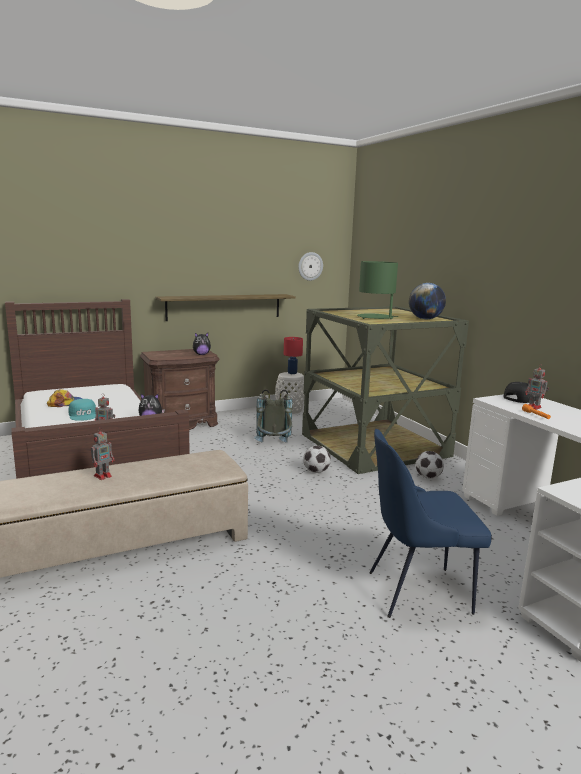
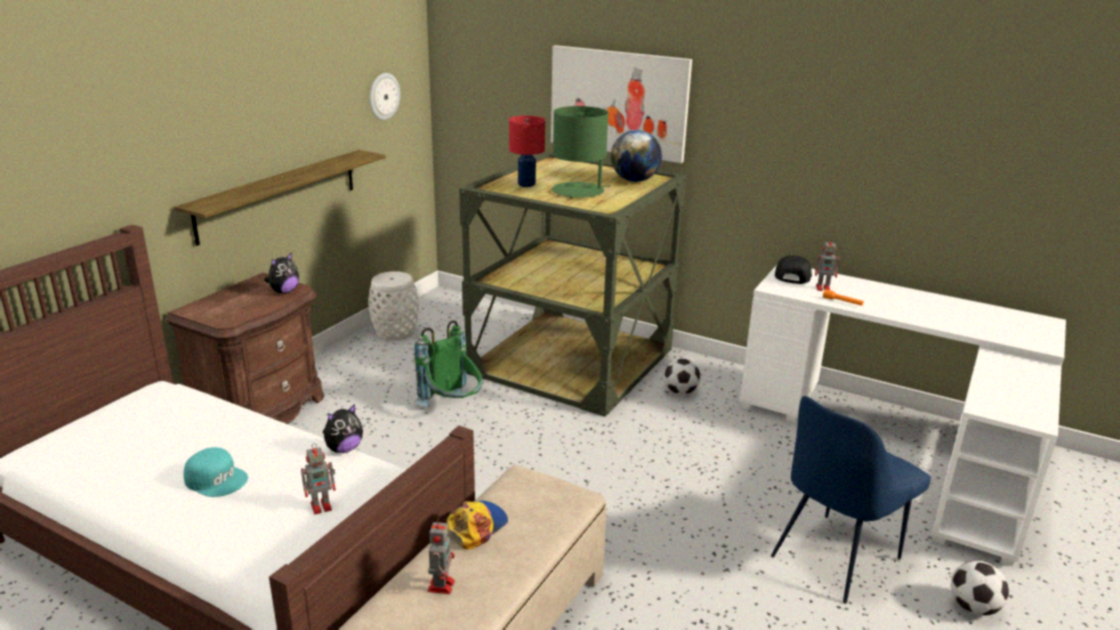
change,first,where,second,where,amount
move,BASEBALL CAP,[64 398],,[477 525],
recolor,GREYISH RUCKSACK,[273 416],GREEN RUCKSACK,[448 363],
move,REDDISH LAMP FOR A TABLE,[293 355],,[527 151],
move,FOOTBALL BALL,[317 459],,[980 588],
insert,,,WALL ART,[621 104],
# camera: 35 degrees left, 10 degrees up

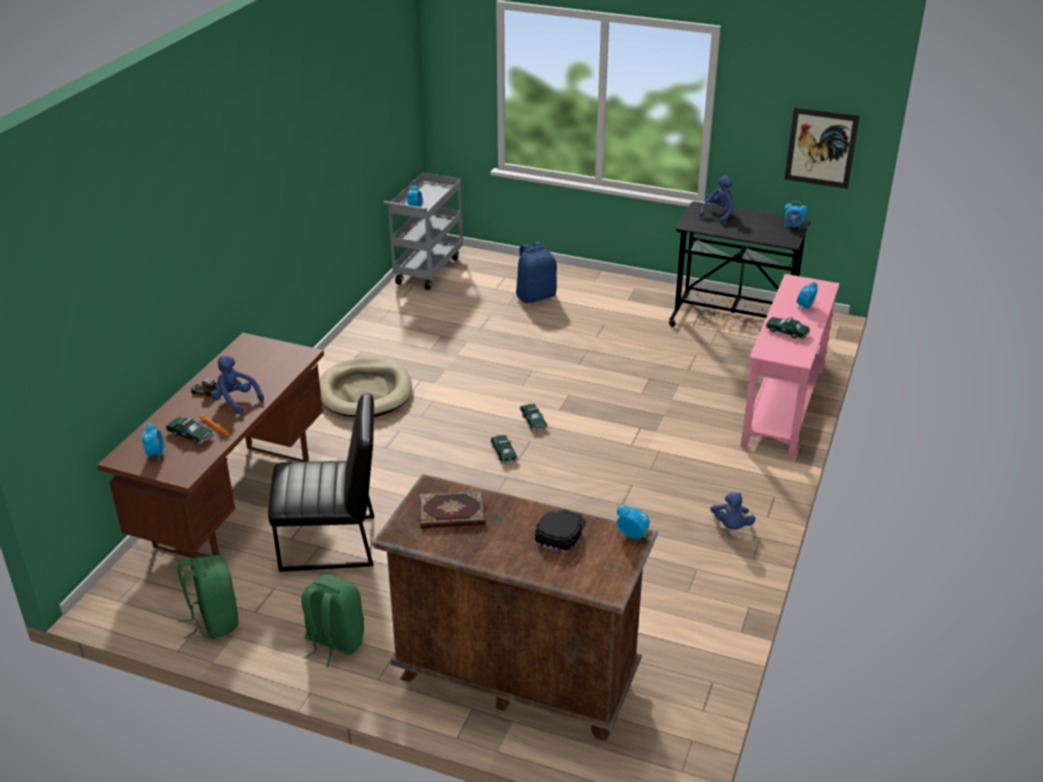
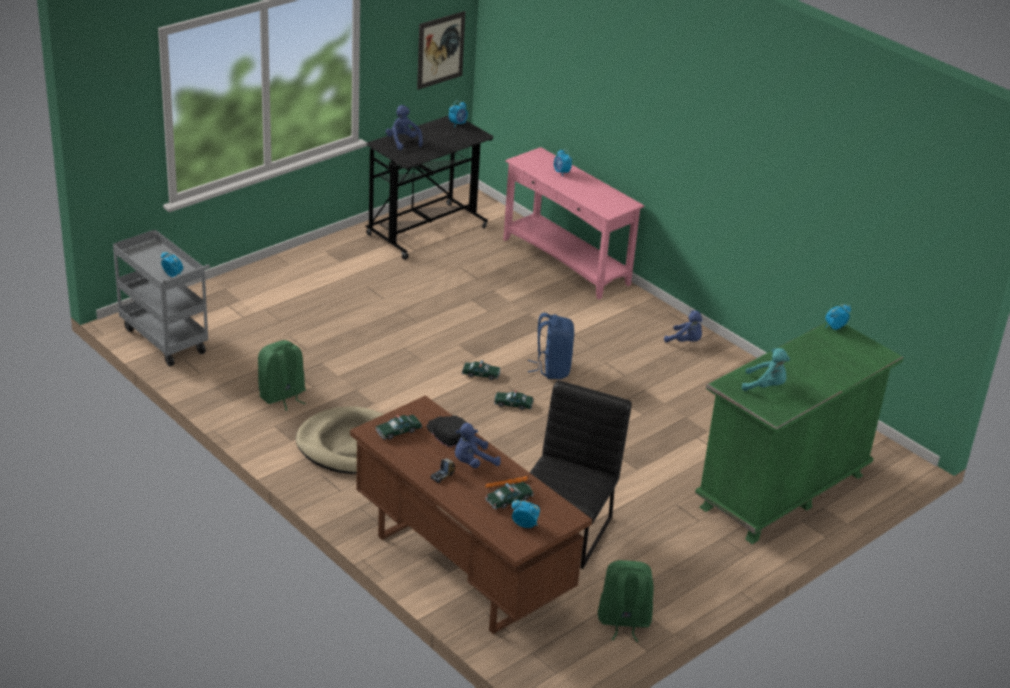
change,first,where,second,where,amount
move,GREEN RUCKSACK,[332 621],,[282 375],
recolor,BROWN DRAWER CHEST,[515 607],GREEN DRAWER CHEST,[799 433],
replace,BOUND BOOK,[452 509],TURQUOISE-COLOURED CUDDLY TOY,[766 369],
move,BLUE-COLOURED RUCKSACK,[536 272],,[551 346],
move,BLACK-COLOURED BASEBALL CAP,[560 530],,[446 431],
move,MODEL CAR,[787 328],,[398 427],
# camera: 65 degrees left, 0 degrees up

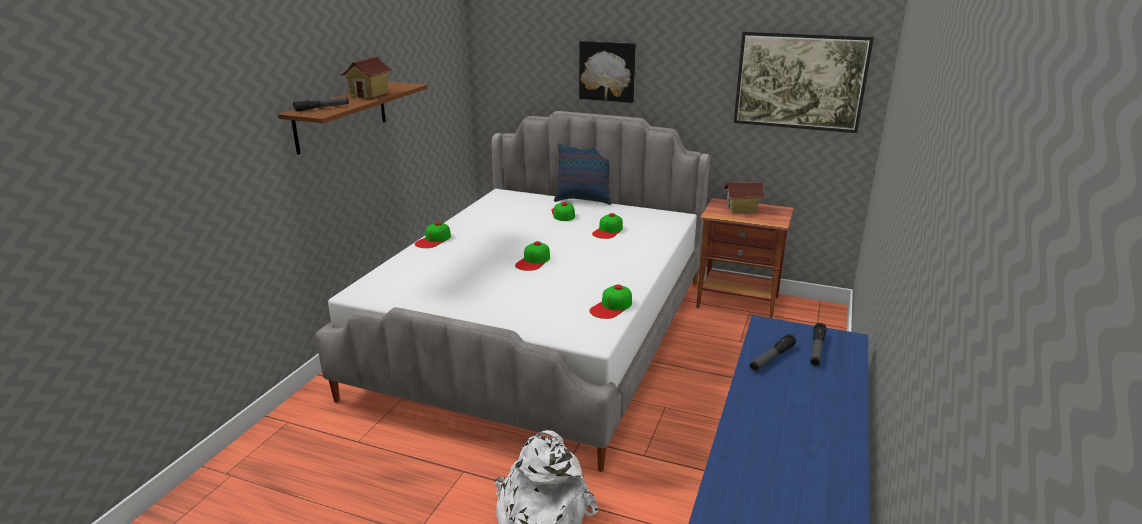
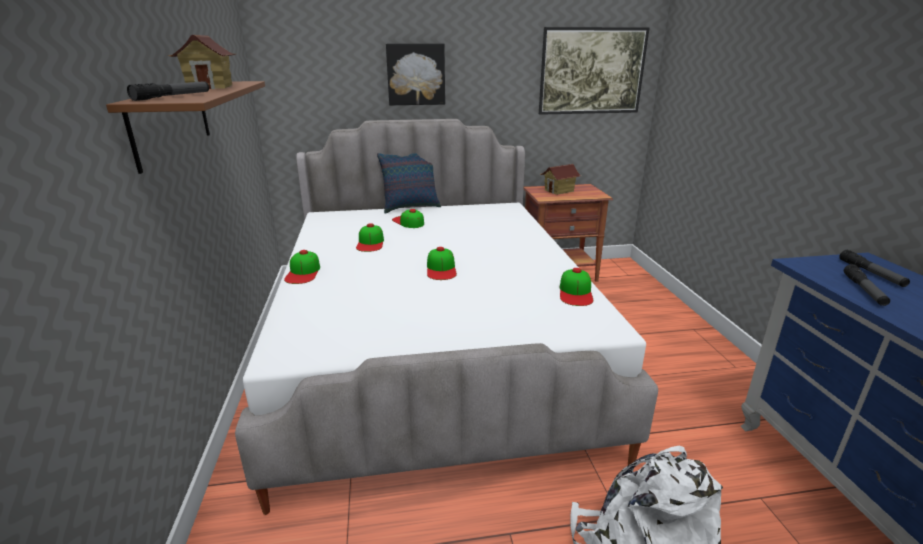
change,first,where,second,where,amount
move,BASEBALL CAP,[607 226],,[370 237],
# camera: 30 degrees left, 0 degrees up

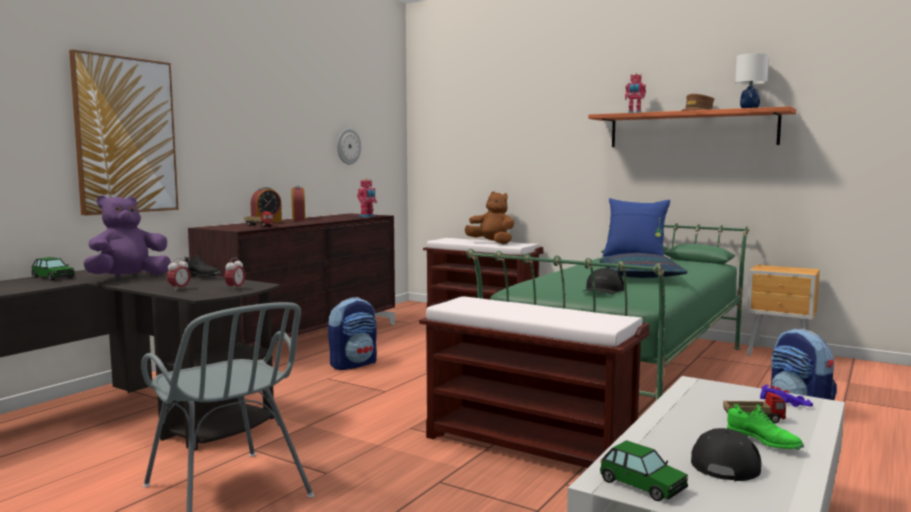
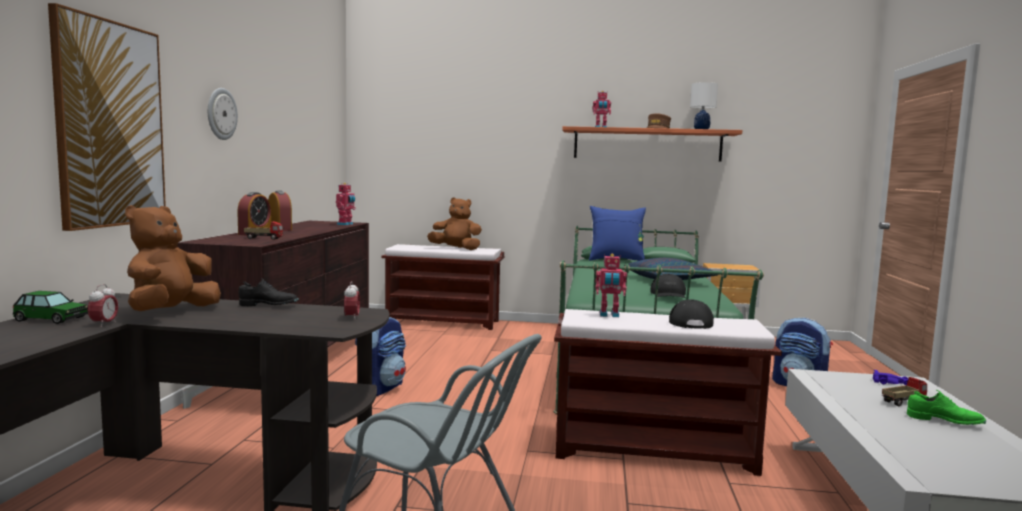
change,first,where,second,where,amount
recolor,PURPLE CUDDLY TOY,[127 235],BROWN CUDDLY TOY,[173 258],
move,ALARM CLOCK,[179 274],,[103 305],
move,WALL CLOCK,[349 146],,[223 114],
delete,MODEL CAR,[644 470],,,
move,BLACK-COLOURED BASEBALL CAP,[726 454],,[691 314],
insert,,,MODEL ROBOT,[611 285],
# camera: 25 degrees left, 0 degrees up

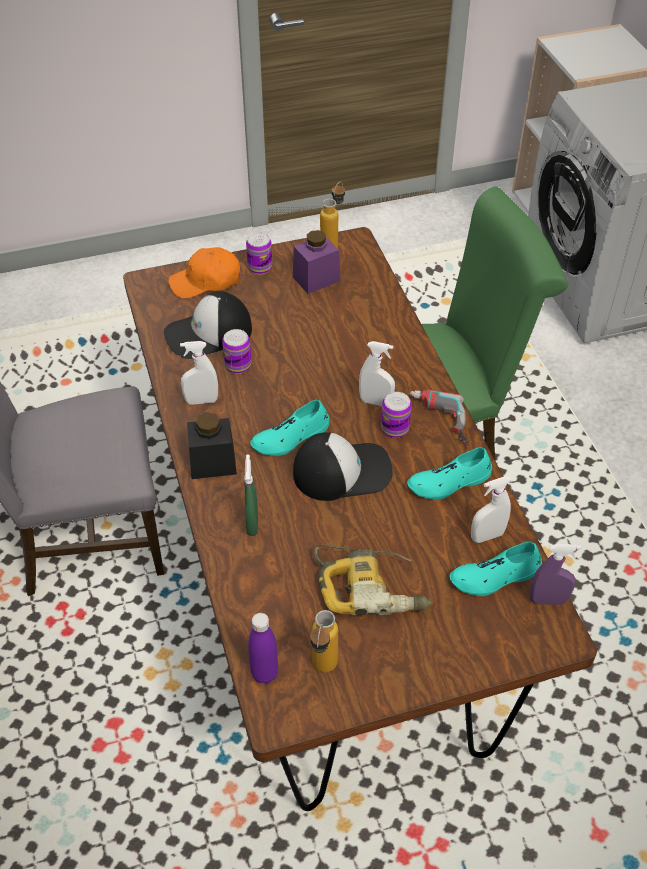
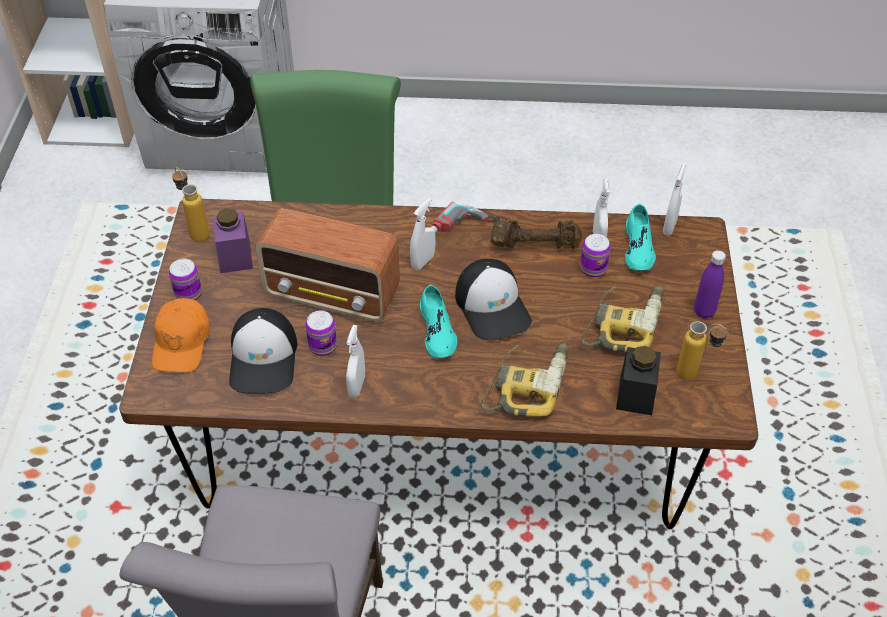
change,first,where,second,where,amount
move,BLACK-COLOURED JAR,[212 445],,[638 380],
replace,GREEN SPRAYER,[251 495],DRILL,[525 380],
move,PURPLE DRINK BOTTLE,[263 648],,[710 284],
rotate,BASEBALL CAP,[343 466],,[493 299],150 degrees clockwise
move,METAL CAN,[396 415],,[595 256],
replace,TURQUOISE-COLOURED ITEM OF FOOTWEAR,[449 474],BROWN DUMBBELL,[536 234],
recolor,PURPLE SPRAYER,[555 574],WHITE-COLOURED SPRAYER,[674 199],
insert,,,RADIO,[328 265],
# camera: 70 degrees left, 0 degrees up

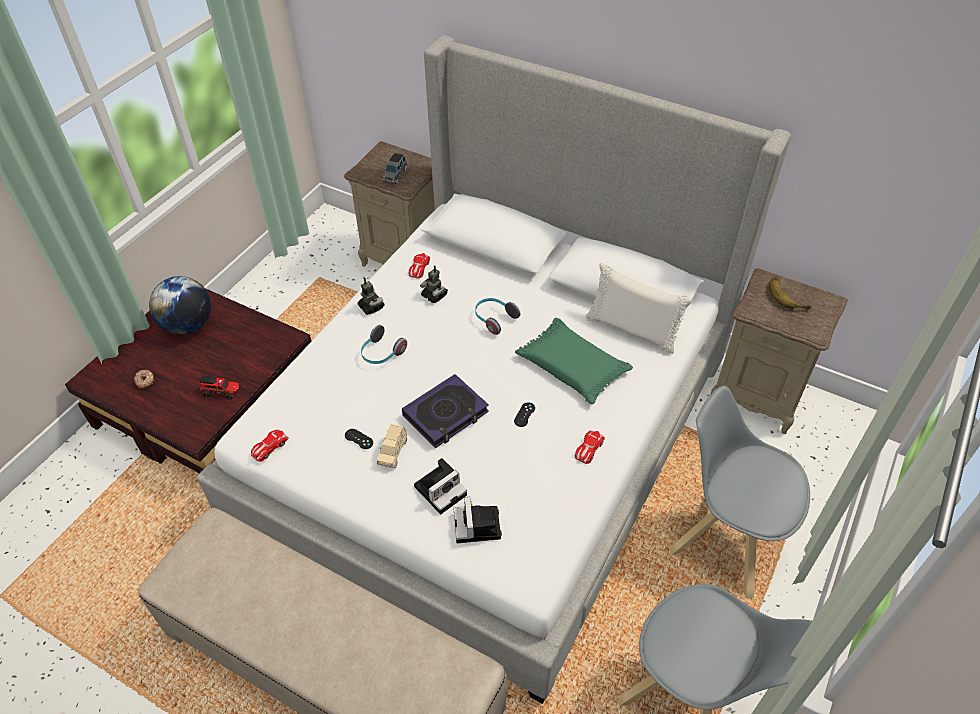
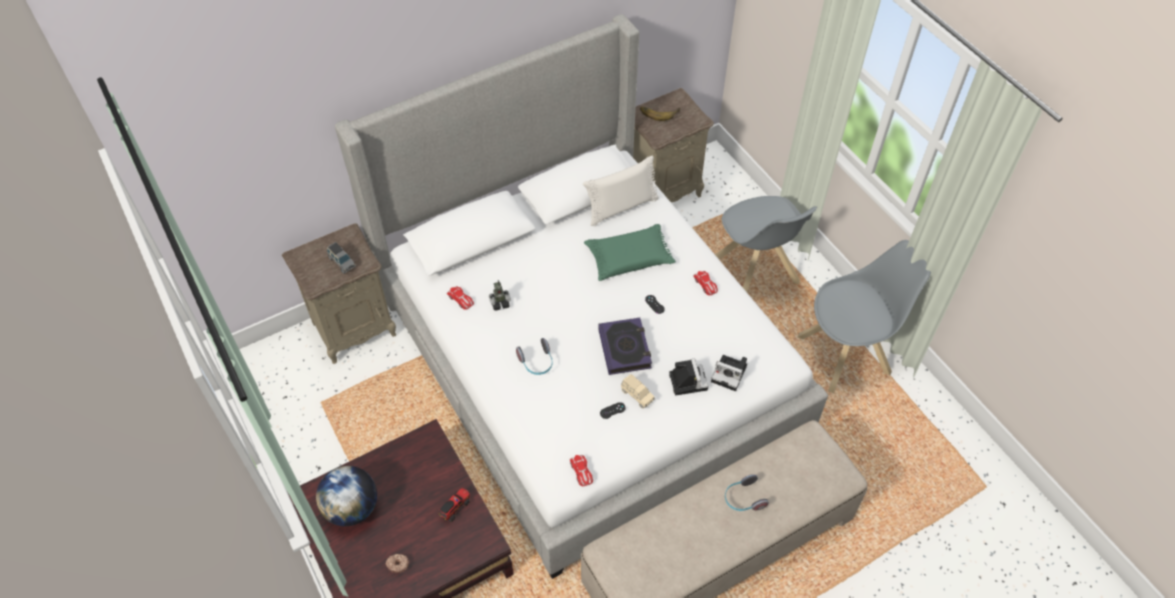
change,first,where,second,where,amount
delete,MODEL ROBOT,[371 296],,,
move,PAIR OF HEADPHONES,[497 316],,[747 492],
rotate,GREYISH UPRIGHT CHAIR,[739 492],,[766 244],90 degrees counterclockwise
# camera: 60 degrees left, 5 degrees up

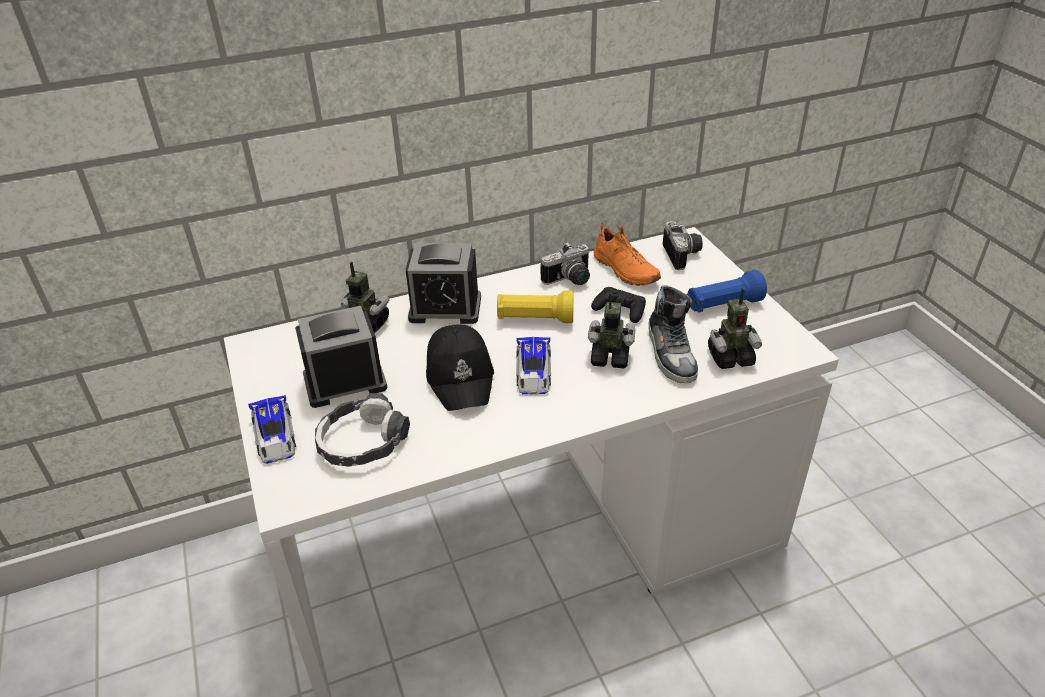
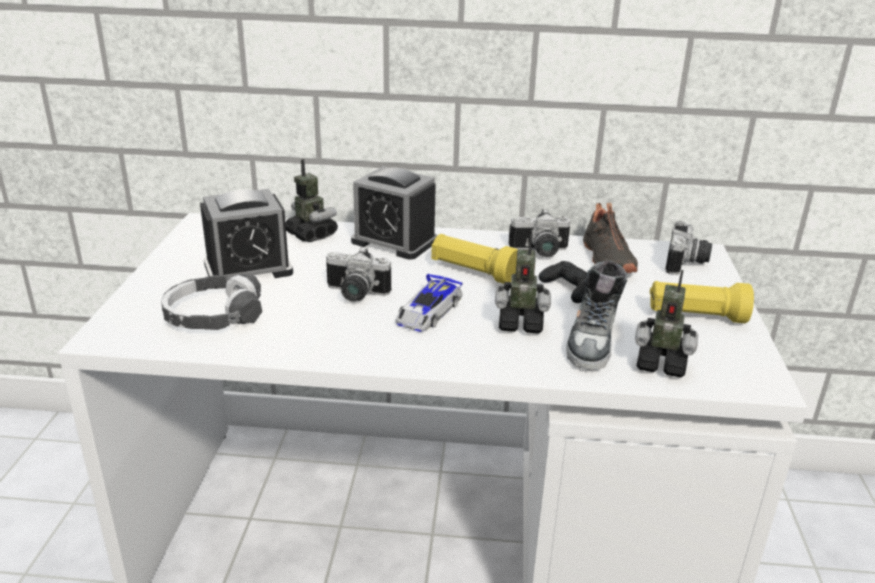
change,first,where,second,where,amount
delete,MODEL CAR,[272 429],,,
rotate,ALARM CLOCK,[341 357],,[246 233],150 degrees clockwise
replace,BLACK-COLOURED BASEBALL CAP,[460 367],PHOTO CAMERA,[358 274],
rotate,MODEL ROBOT,[611 330],,[523 284],150 degrees clockwise
recolor,ORANGE ITEM OF FOOTWEAR,[627 254],BLACK-COLOURED ITEM OF FOOTWEAR,[610 238],
recolor,BLUE-COLOURED FLASHLIGHT,[727 291],YELLOWISH FLASHLIGHT,[702 302],
# camera: 25 degrees right, 10 degrees down

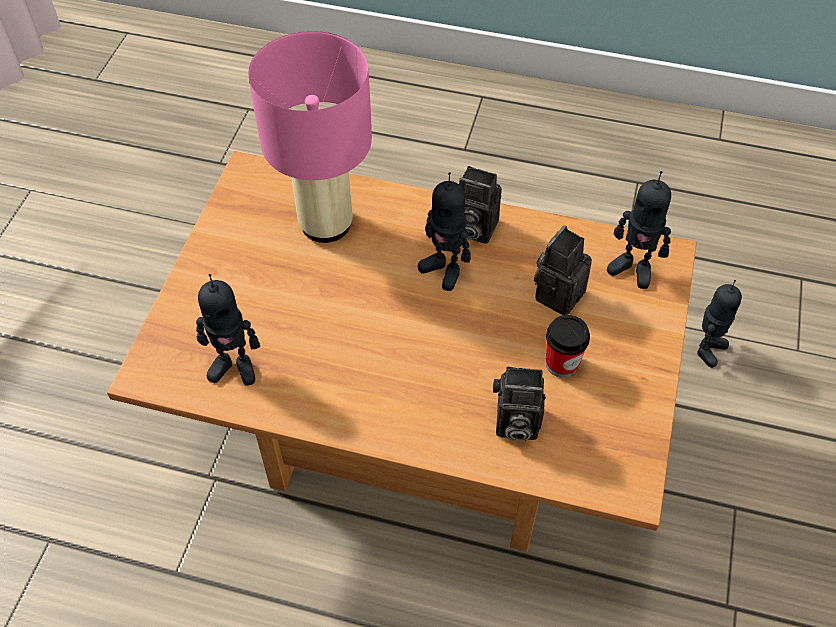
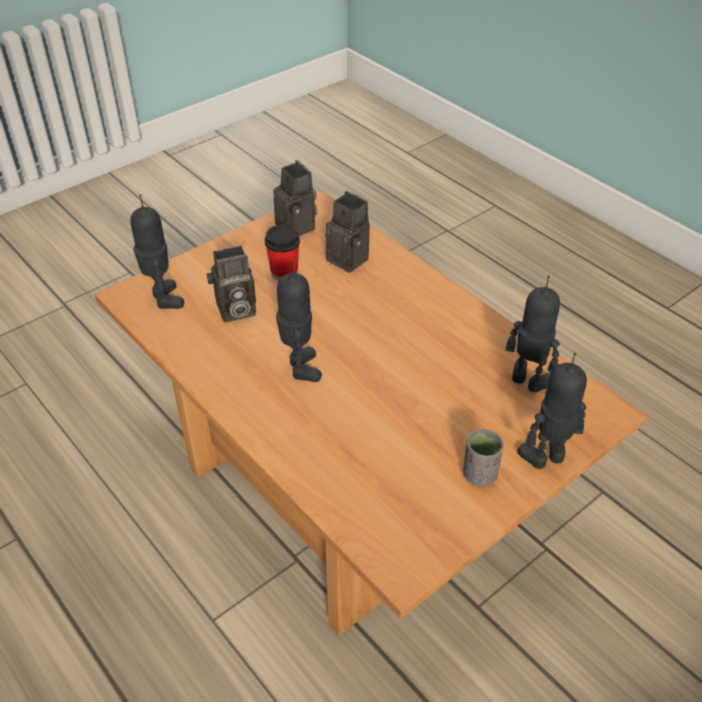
change,first,where,second,where,amount
delete,PINKISH LAMP FOR A TABLE,[310 137],,,
move,PHOTO CAMERA,[480 205],,[295 198],
move,MODEL ROBOT,[719 324],,[552 410],
insert,,,GREYISH DRINKING CUP,[483 457],
# camera: 145 degrees left, 10 degrees down

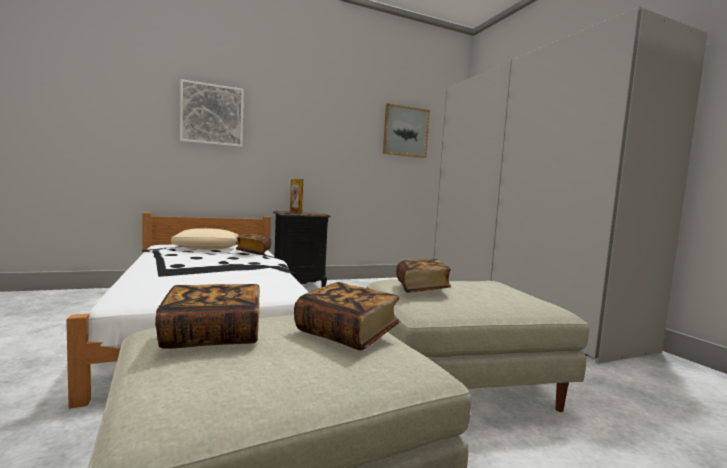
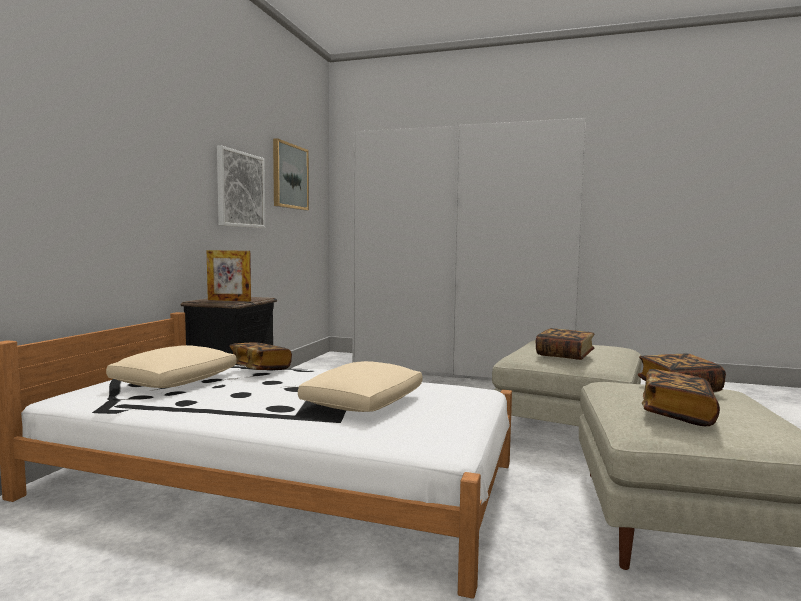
change,first,where,second,where,amount
move,WALL ART,[212 113],,[241 187],
insert,,,BEIGE THROW PILLOW,[360 386],
# camera: 50 degrees left, 0 degrees up

